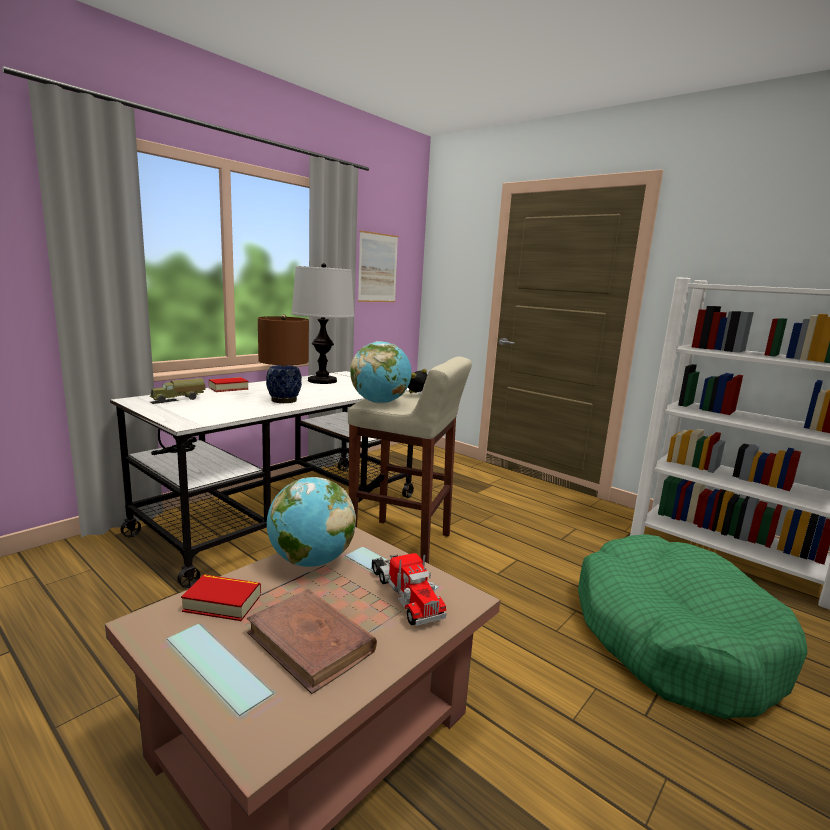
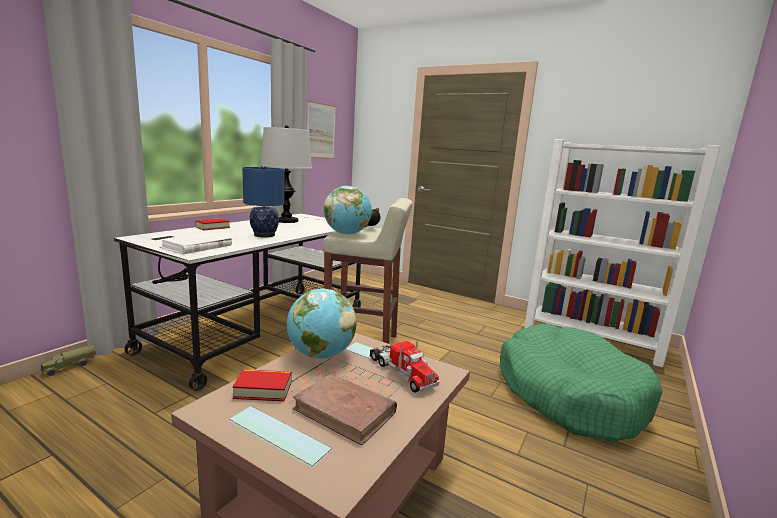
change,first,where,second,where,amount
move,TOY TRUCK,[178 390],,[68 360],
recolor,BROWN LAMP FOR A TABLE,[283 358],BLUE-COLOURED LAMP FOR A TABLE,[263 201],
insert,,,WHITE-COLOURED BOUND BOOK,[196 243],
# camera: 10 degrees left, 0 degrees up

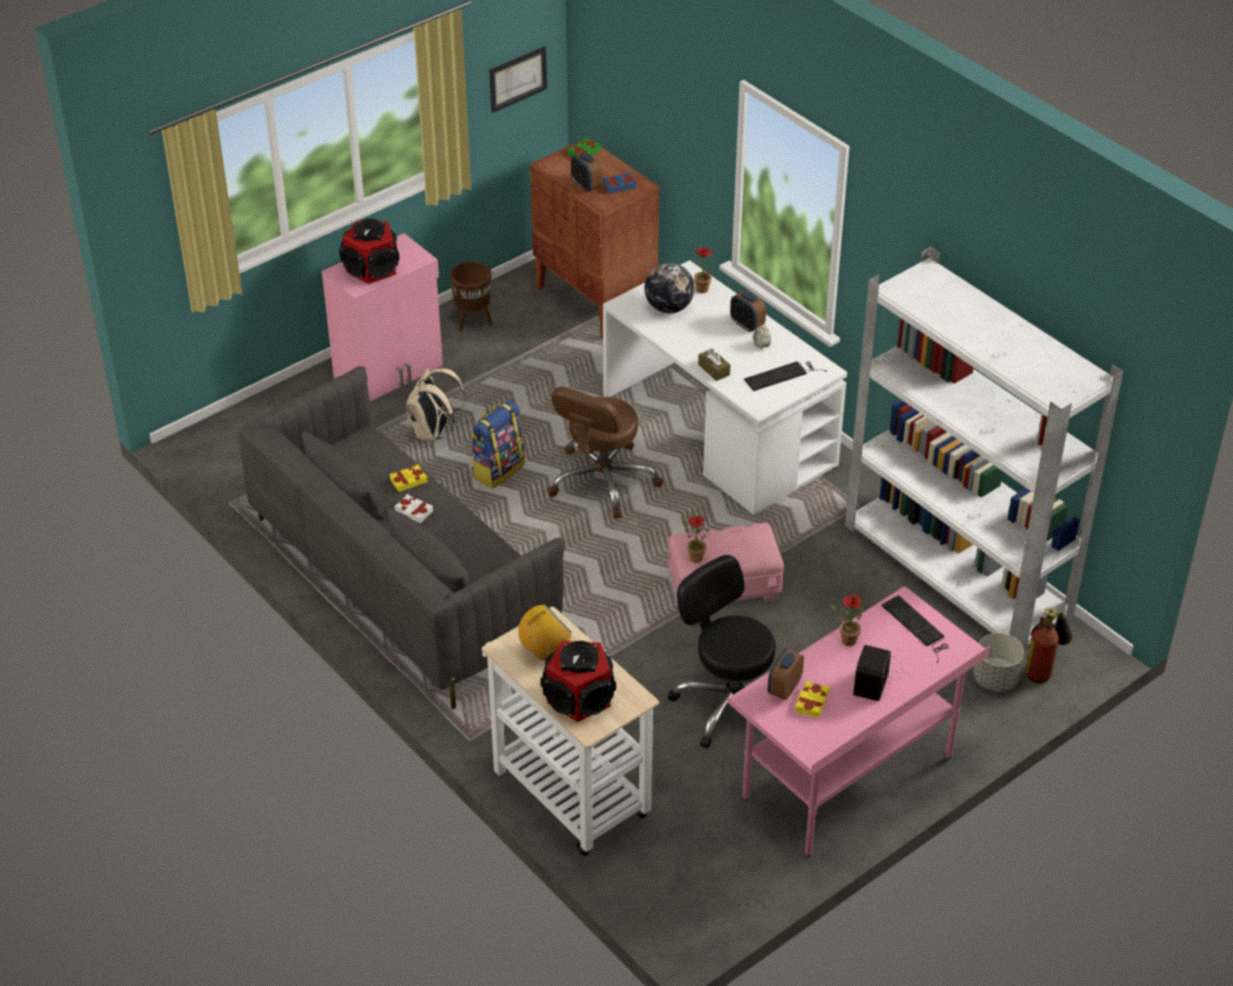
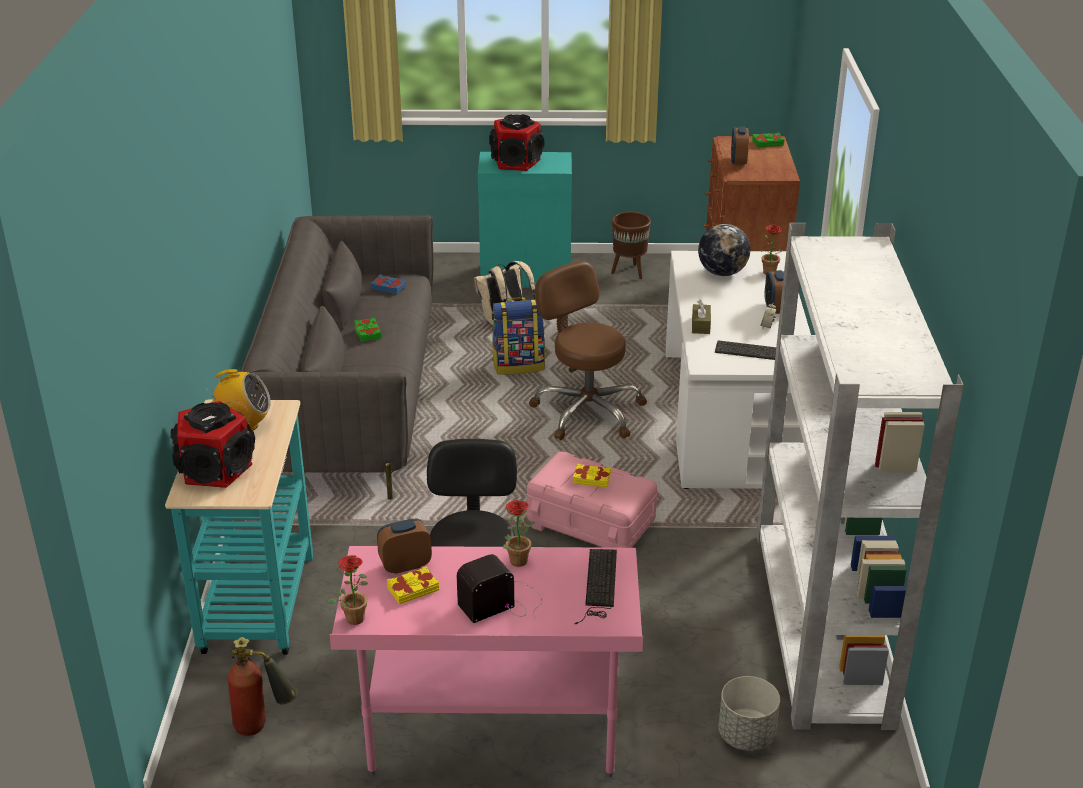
change,first,where,second,where,amount
recolor,PINKISH CABINET,[382 317],TURQUOISE-COLOURED CABINET,[525 220],
move,YELLOWISH BOUND BOOK,[408 478],,[592 476],
recolor,WHITE-COLOURED BOUND BOOK,[413 508],GREEN BOUND BOOK,[367 330],
recolor,WHITE-COLOURED CART,[570 731],TURQUOISE-COLOURED CART,[239 527],
delete,WALL ART,[518 79],,,
rotate,BROWN DESK CHAIR,[605 452],,[588 350],75 degrees clockwise
move,BLUE-COLOURED BOUND BOOK,[619 182],,[388 284],
move,HOUSEPLANT,[696 539],,[348 590],
move,FIRE EXTINGUISHER,[1049 645],,[263 686],
# camera: 40 degrees right, 10 degrees down

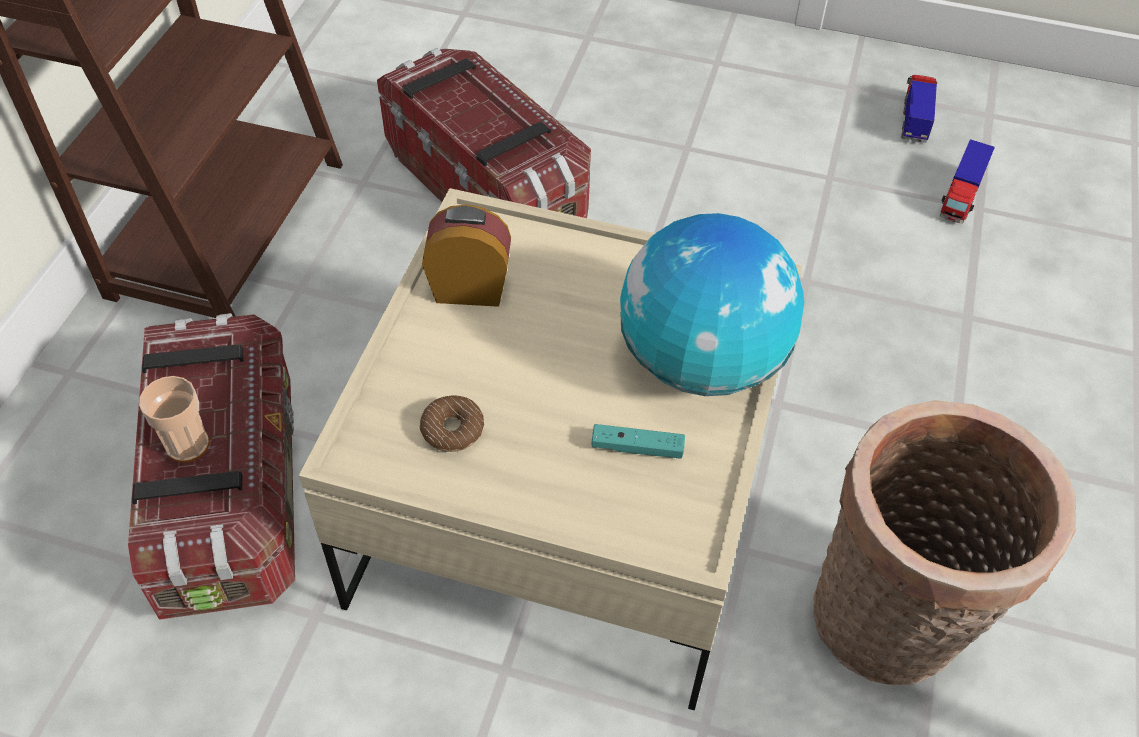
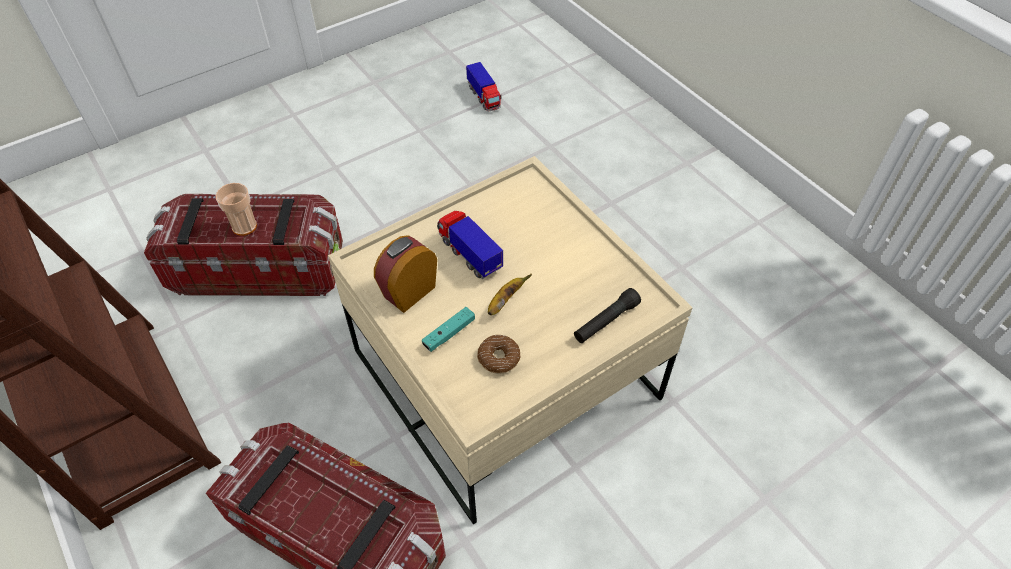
change,first,where,second,where,amount
move,DRINKING CUP,[174 419],,[236 209],
move,TURQUOISE-COLOURED GAMEPAD,[638 441],,[448 329],
delete,GLOBE,[712 304],,,
delete,BASKET,[944 543],,,
move,TOY TRUCK,[919 109],,[470 245],
insert,,,WHOLE BANANA,[510 294],
insert,,,BLACK-COLOURED FLASHLIGHT,[607 315],
# camera: 50 degrees left, 0 degrees up

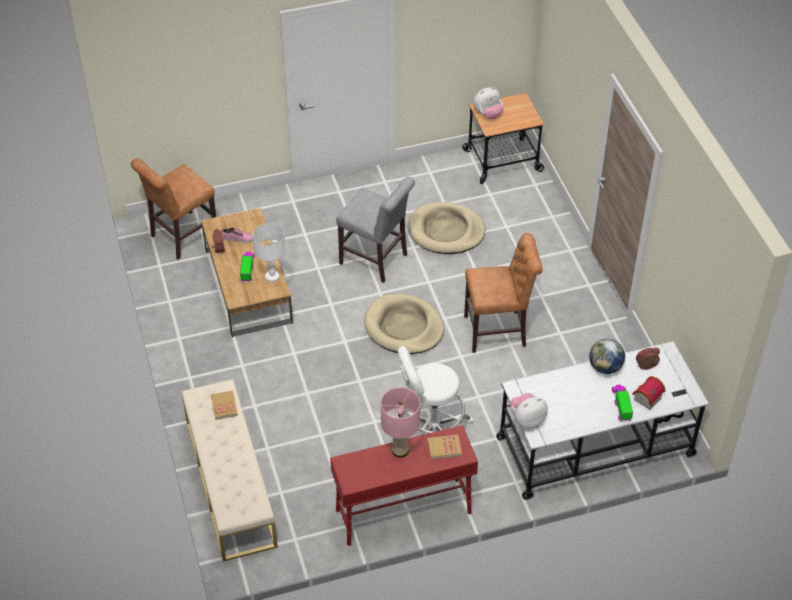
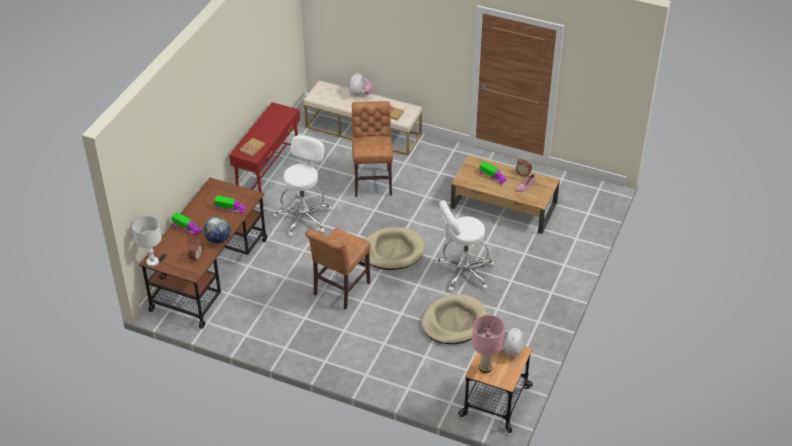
change,first,where,second,where,amount
move,BROWN UPRIGHT CHAIR,[173 209],,[372 149],
move,WHITE-COLOURED LAMP FOR A TABLE,[269 252],,[147 241],
replace,GREYISH UPRIGHT CHAIR,[375 230],WHITE-COLOURED SITTING STOOL,[465 246],
move,PINKISH LAMP FOR A TABLE,[400 422],,[488 344],
recolor,WHITE-COLOURED DESK,[602 420],BROWN DESK,[203 253],
move,CUDDLY TOY,[529 411],,[361 84],
delete,MINIATURE HOUSE,[649 393],,,
insert,,,TOY TRUCK,[230 204],
# camera: 130 degrees right, 5 degrees down

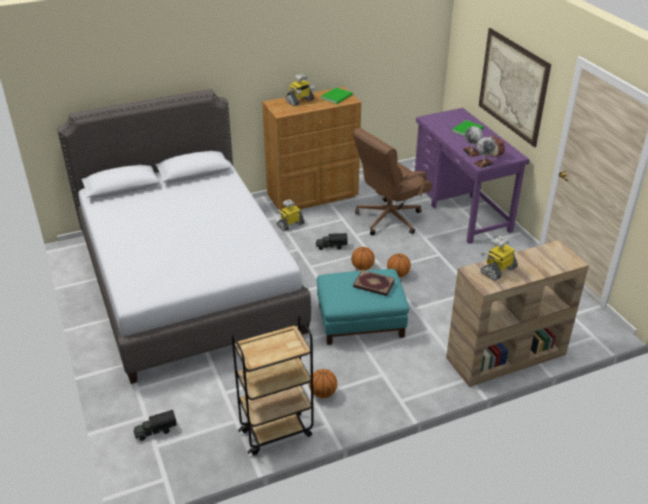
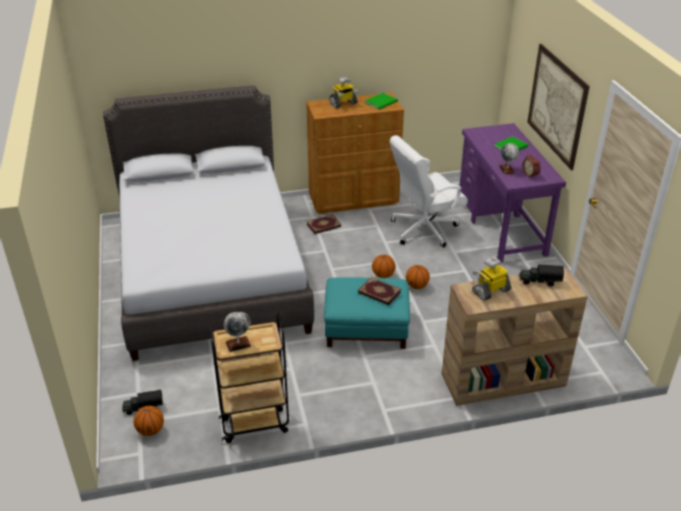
change,first,where,second,where,amount
replace,MODEL ROBOT,[290 215],BOUND BOOK,[323 224],
move,BASKETBALL,[323 383],,[149 421],
move,TOY TRUCK,[332 241],,[541 276],
recolor,BROWN DESK CHAIR,[392 182],WHITE-COLOURED DESK CHAIR,[429 191],
move,GLOBE,[484 152],,[237 332],
# camera: 10 degrees right, 0 degrees up

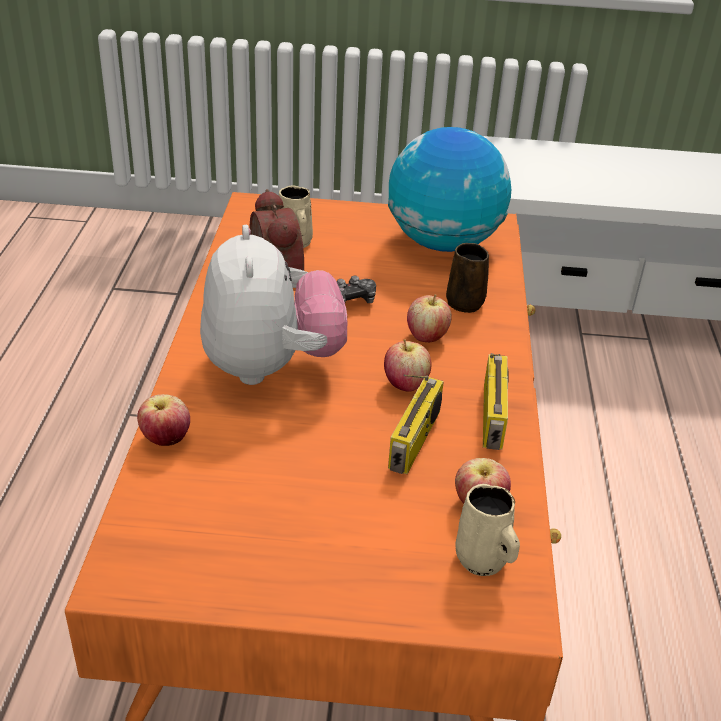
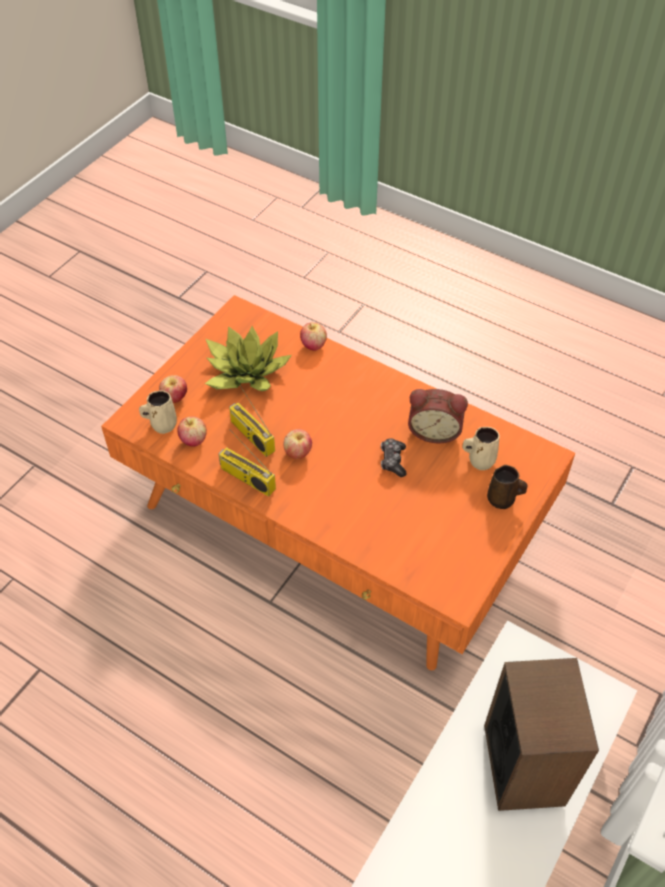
change,first,where,second,where,amount
delete,CUDDLY TOY,[273 305],,,
delete,GLOBE,[449 189],,,
move,APPLE,[429 318],,[173 389],
move,BROWN TEA MUG,[467 278],,[507 487],
insert,,,HOUSEPLANT,[248 358],
insert,,,AUDIO SPEAKER,[541 734],
# camera: 120 degrees right, 15 degrees up

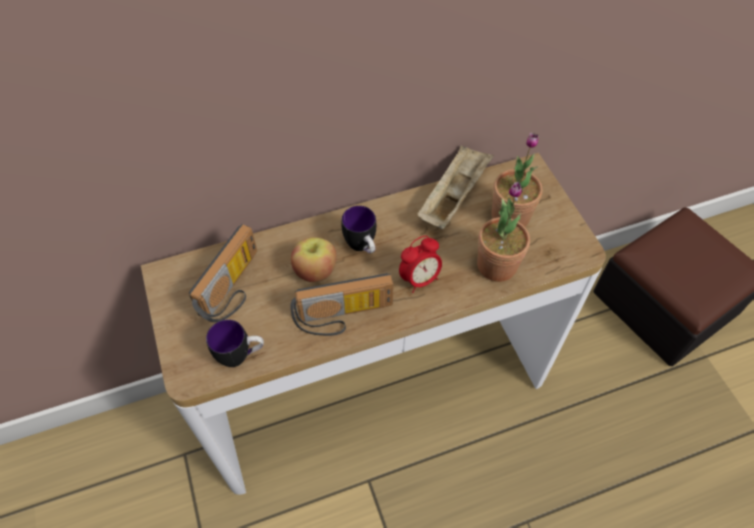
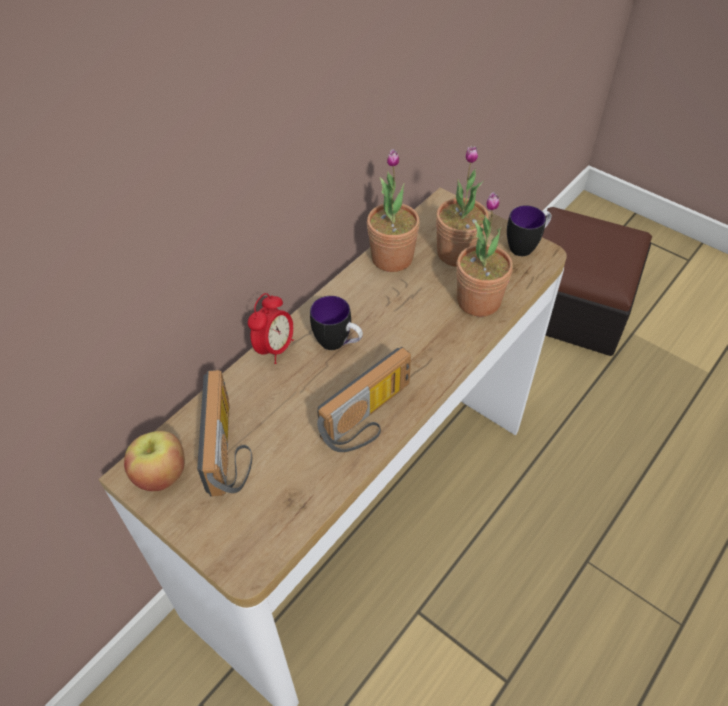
change,first,where,second,where,amount
move,TEA MUG,[235 343],,[529 230],
move,APPLE,[314 259],,[154 461],
move,ALARM CLOCK,[420 264],,[271 328],
replace,BEIGE CARRYING TRAY,[455 187],HOUSEPLANT,[393 210],
# camera: 30 degrees left, 5 degrees down

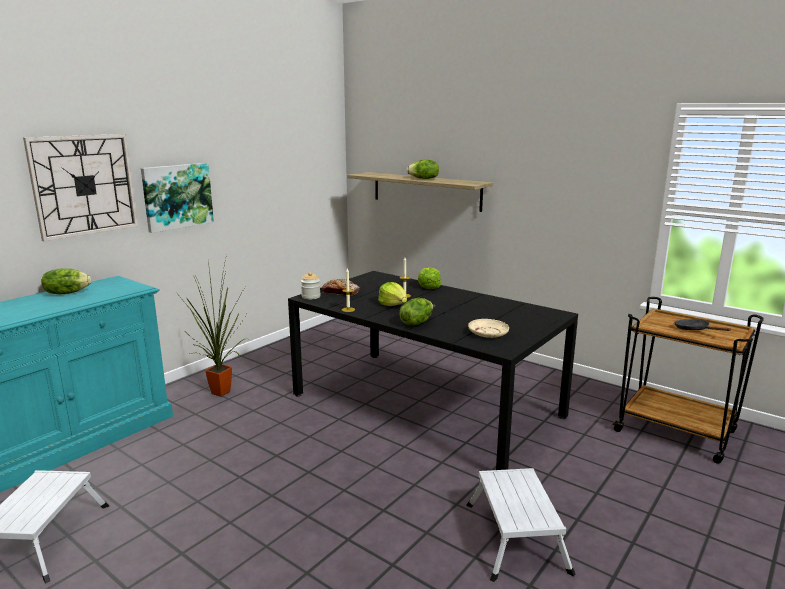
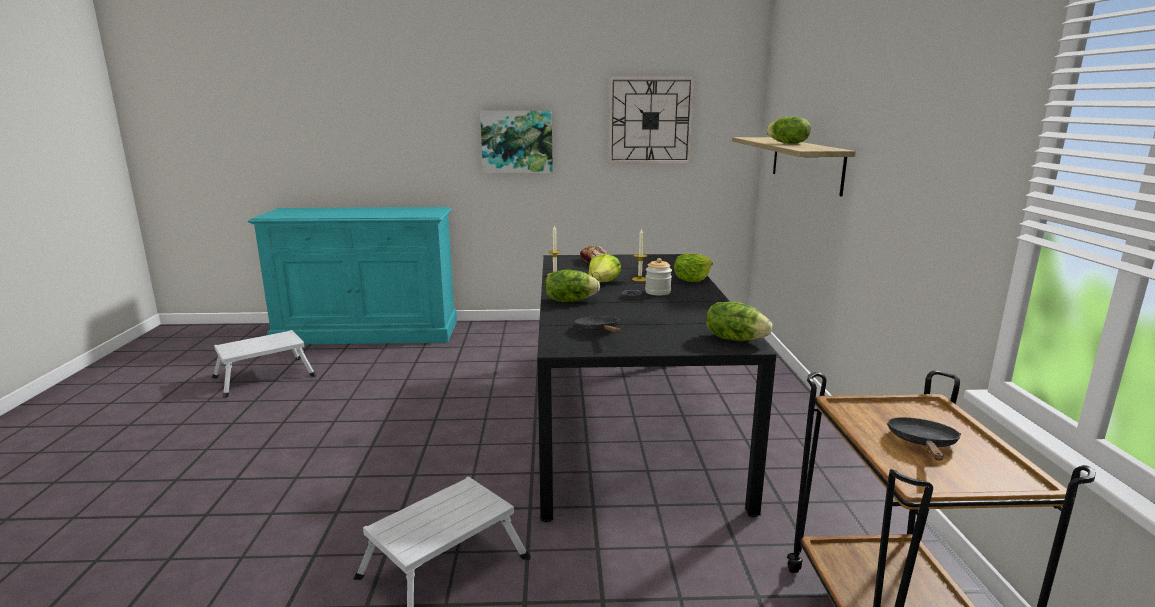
change,first,where,second,where,amount
move,WALL CLOCK,[80 187],,[651 120],
move,LETTUCE HEAD,[66 281],,[739 321],
delete,HOUSEPLANT,[210 326],,,
move,JAR,[311 286],,[658 277],
replace,BEIGE PLATE,[488 328],BLACK-COLOURED FRYING PAN,[598 324],
# camera: 50 degrees right, 0 degrees up

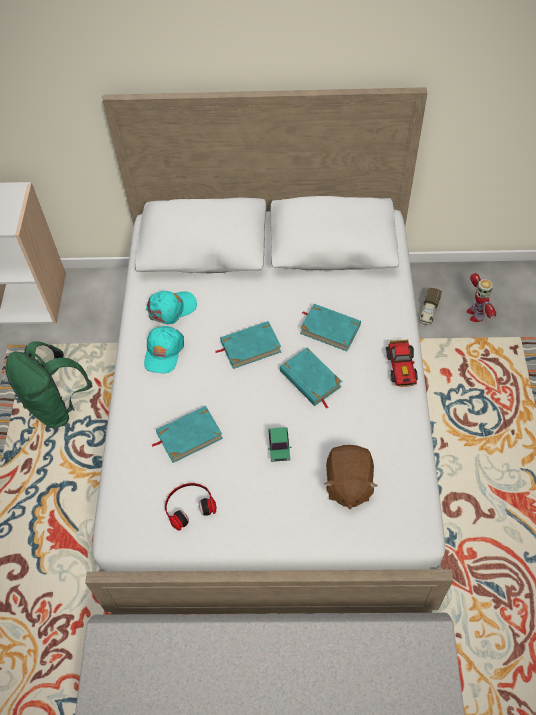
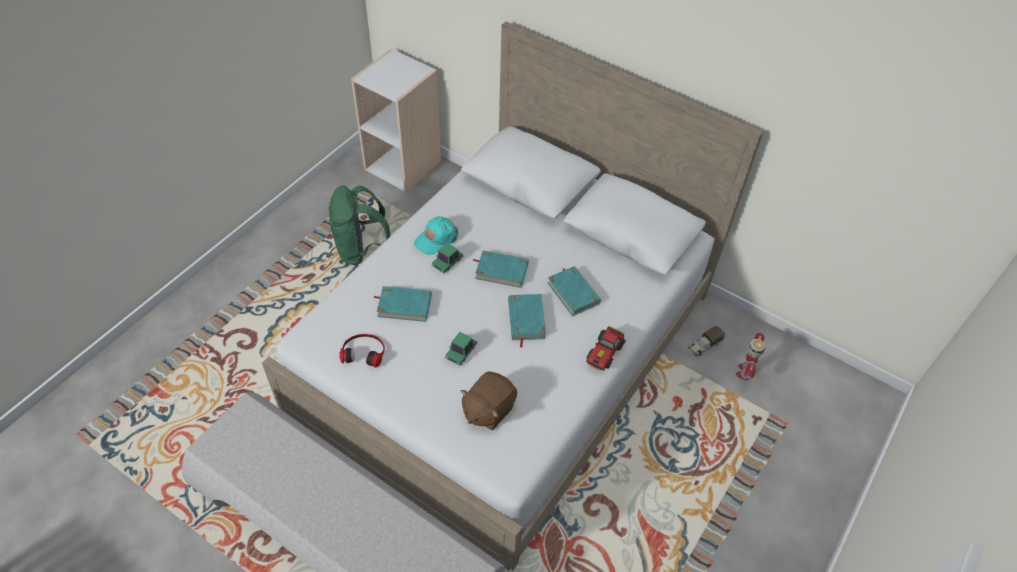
change,first,where,second,where,amount
delete,TURQUOISE-COLOURED BASEBALL CAP,[171 307],,,
insert,,,MODEL CAR,[447 258],
# camera: 30 degrees right, 5 degrees down

